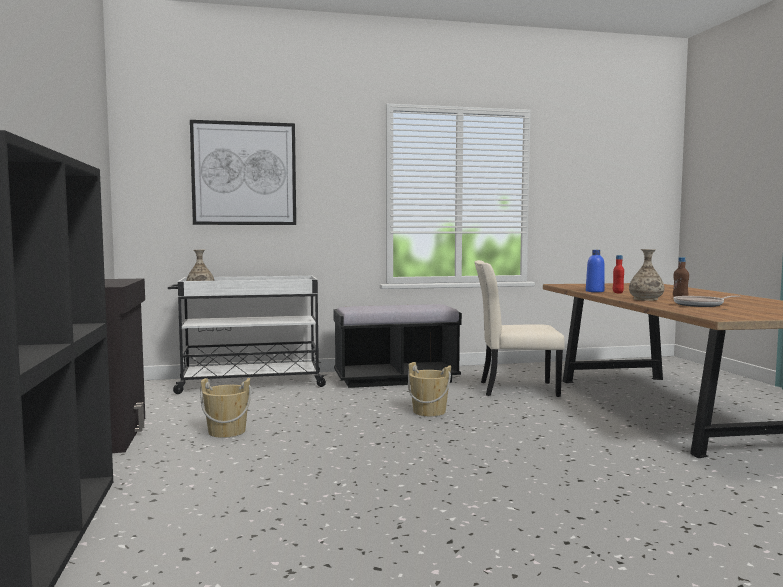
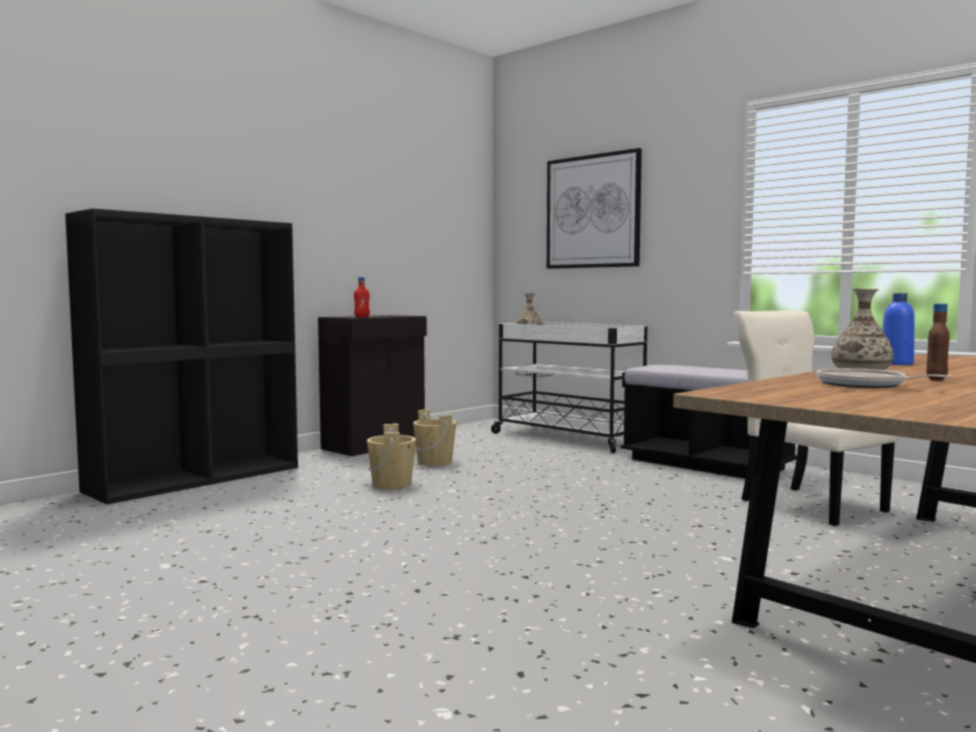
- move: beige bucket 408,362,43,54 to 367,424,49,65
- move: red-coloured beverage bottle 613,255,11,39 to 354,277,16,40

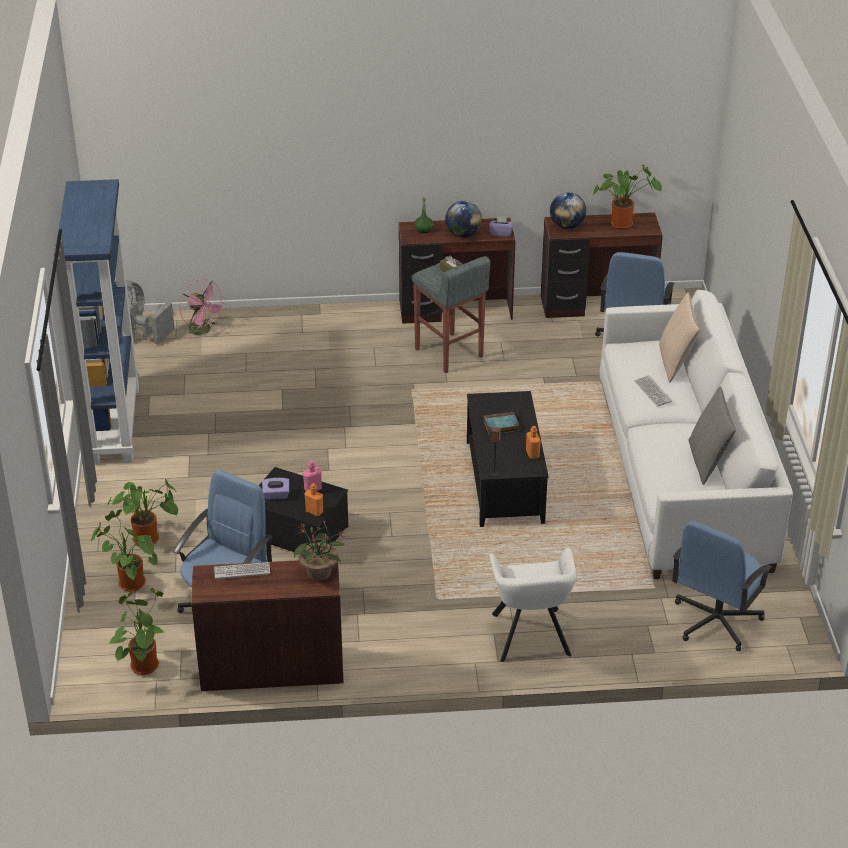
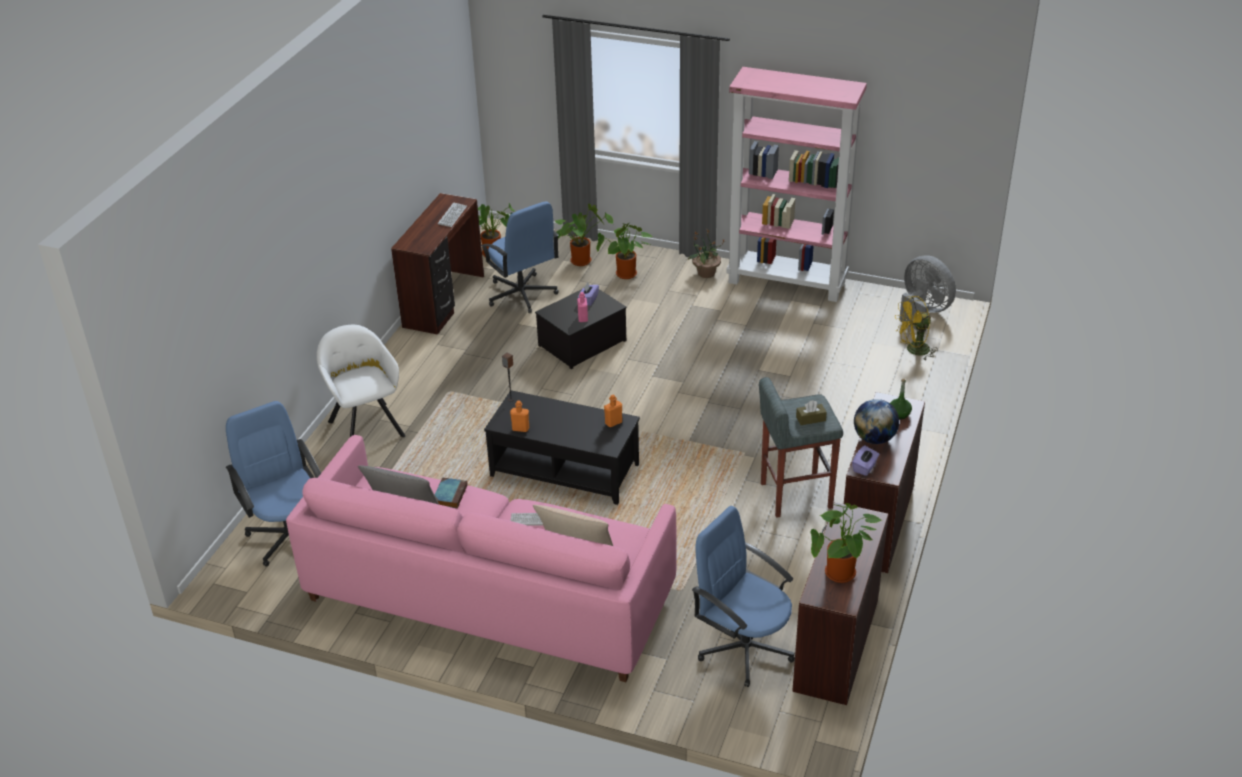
- recolor: bluish bookshelf 55,179,85,286 to pink-coloured bookshelf 726,67,141,235
- recolor: pink-coloured fan 180,279,46,61 to yellow fan 895,296,43,64
- move: plant in a pot 294,521,51,60 to 687,229,38,49
- move: orangey beverage bottle 305,483,18,33 to 604,395,18,32
- move: volume 483,412,36,23 to 435,478,32,30
- rotate: white-coloured easy chair 490,548,87,114 = 317,325,89,112 45 degrees clockwise
- delete: globe 550,192,36,37
- recolor: white-coloured couch 600,290,193,289 to pink-coloured couch 286,435,390,247

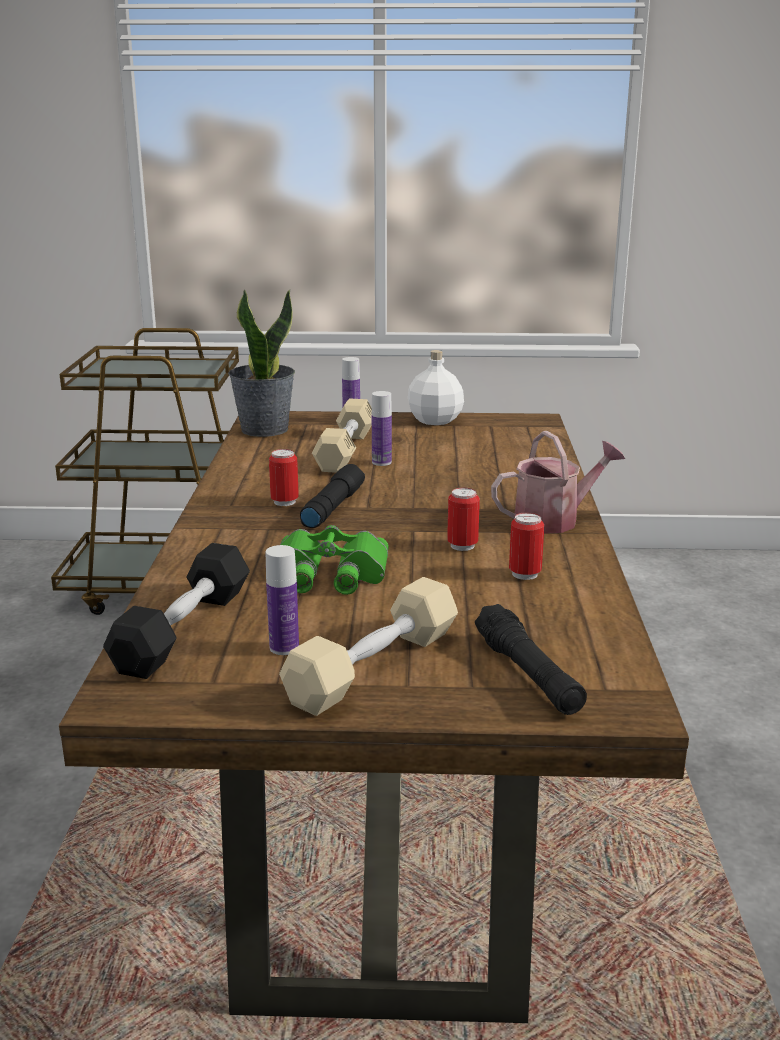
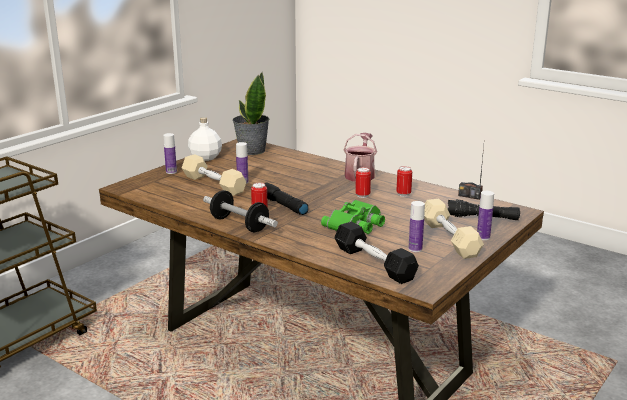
- move: plant in a pot 228,289,67,148 to 232,72,38,83
- insert: dumbbell 203,190,75,43
- insert: radio set 458,147,26,53
- insert: beverage bottle 477,191,17,49

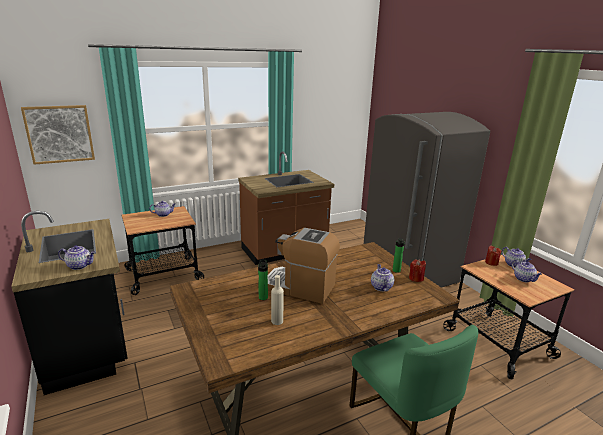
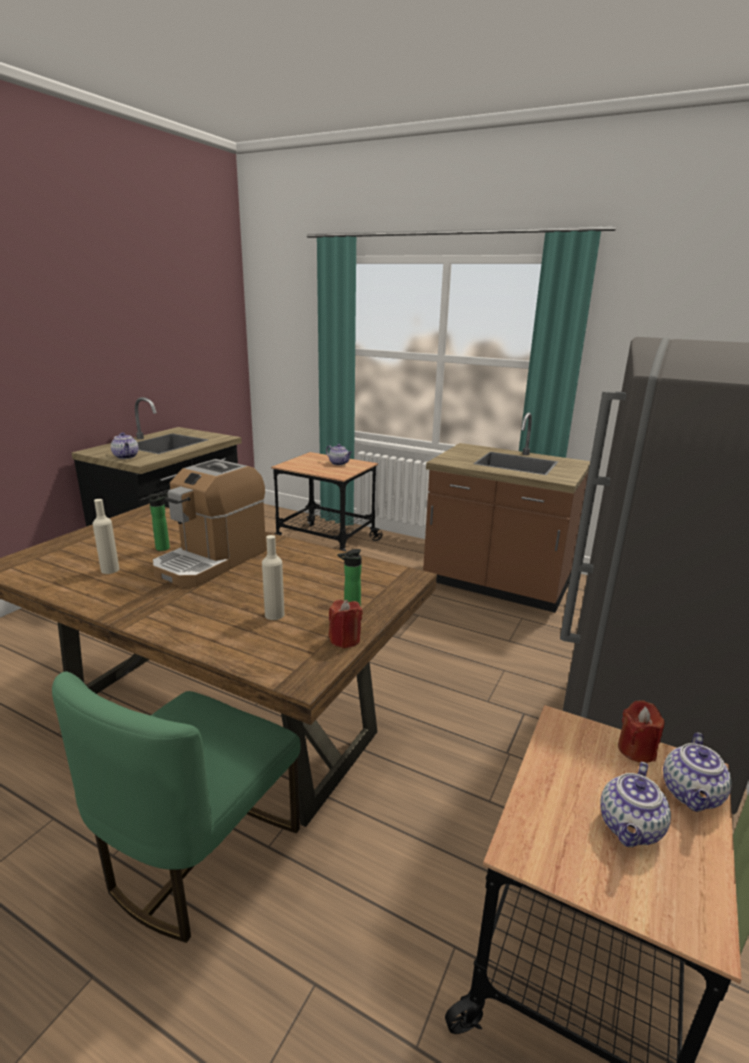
- delete: wall picture 21,105,74,60
- rotate: coffee maker 267,228,73,76 = 152,459,114,128 135 degrees counterclockwise
- replace: tea pot 371,264,23,27 to beige beverage bottle 262,535,23,85

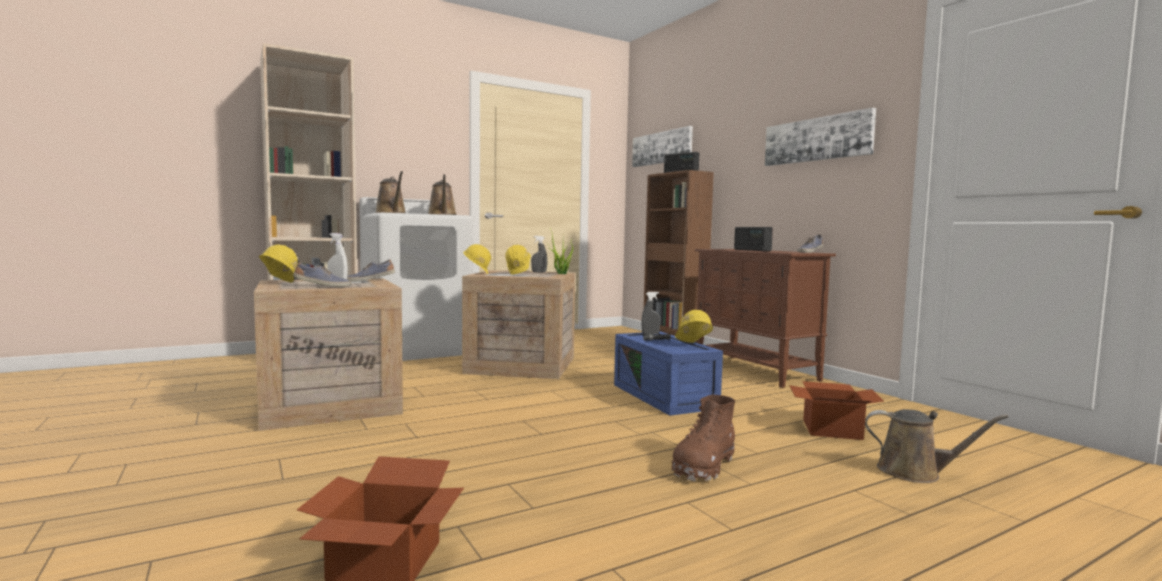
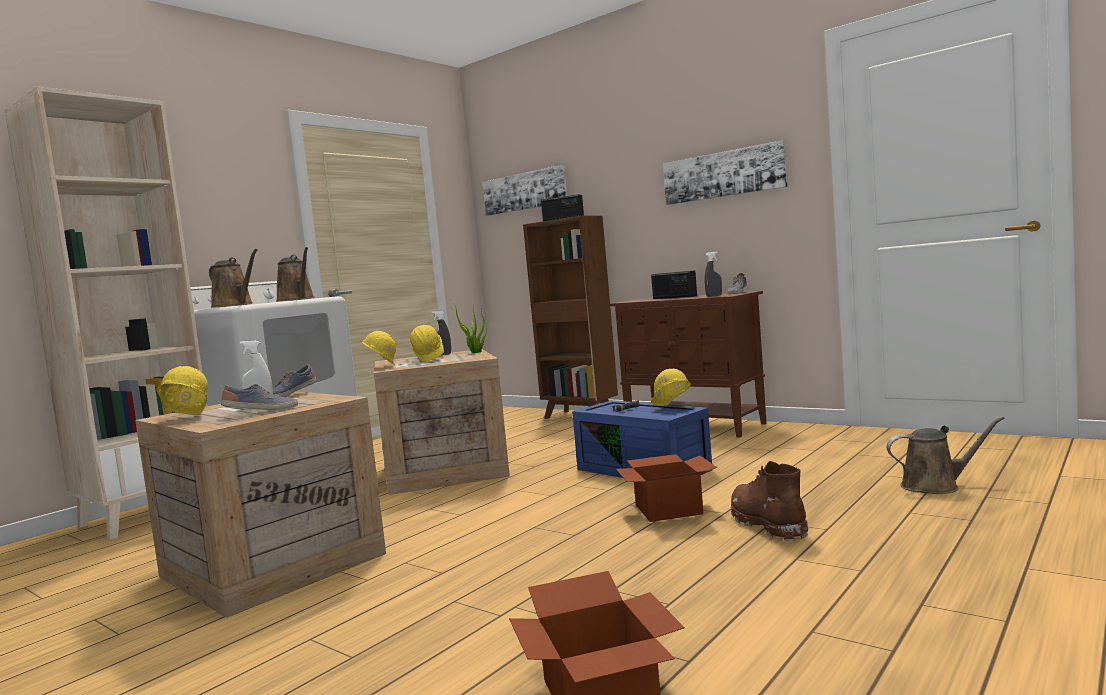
- move: greyish hand sprayer 642,292,19,42 to 704,252,18,45
- rotate: brownish tall boot 671,395,64,86 = 731,461,77,80 150 degrees clockwise
- move: cardboard box 789,381,95,59 to 616,454,101,68

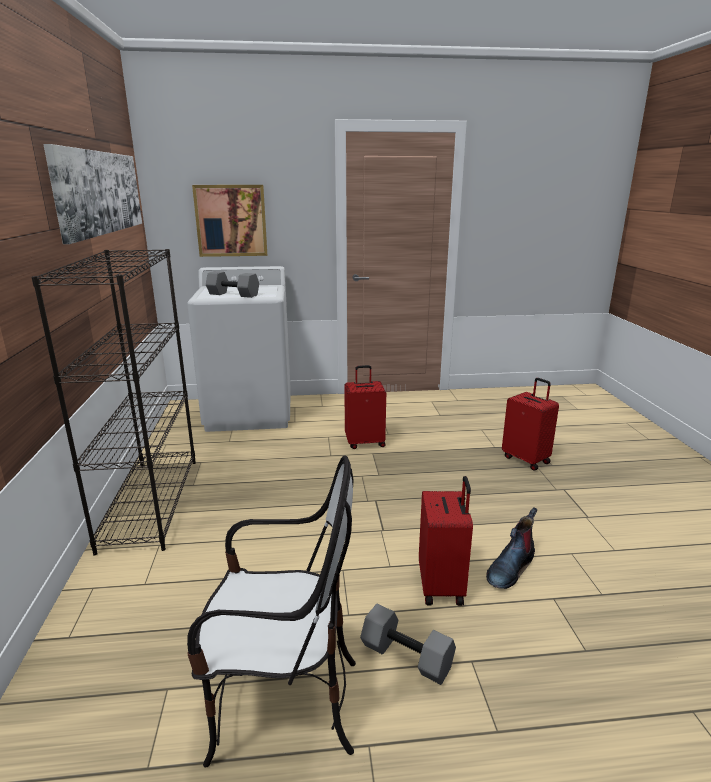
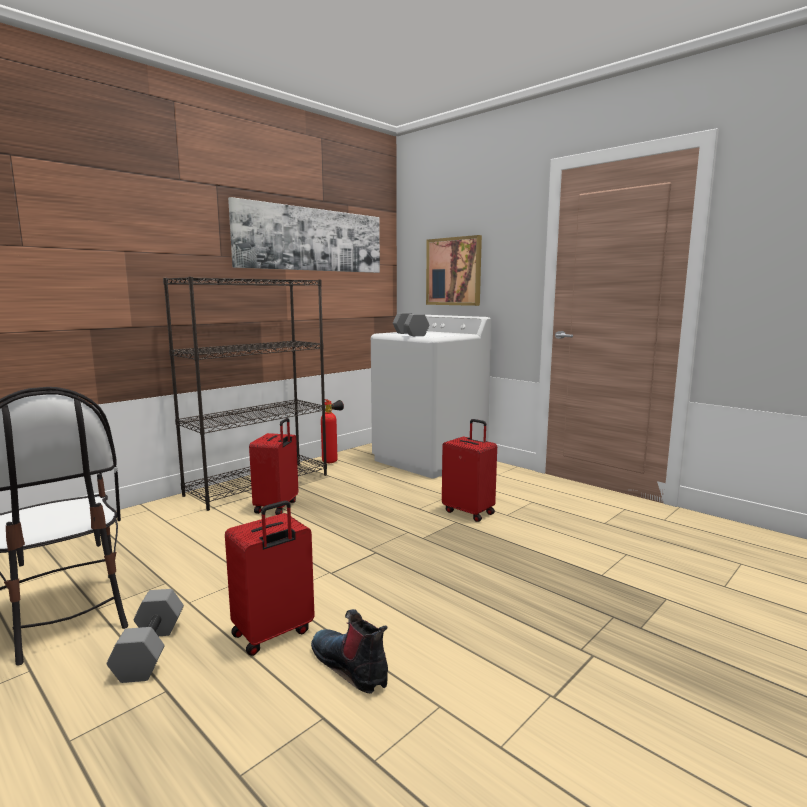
- rotate: tall boot 486,507,52,82 = 311,609,77,85 45 degrees clockwise
- move: red-coloured suitcase 502,378,57,93 to 249,418,49,97
- insert: fire-fighting cylinder 321,399,23,64

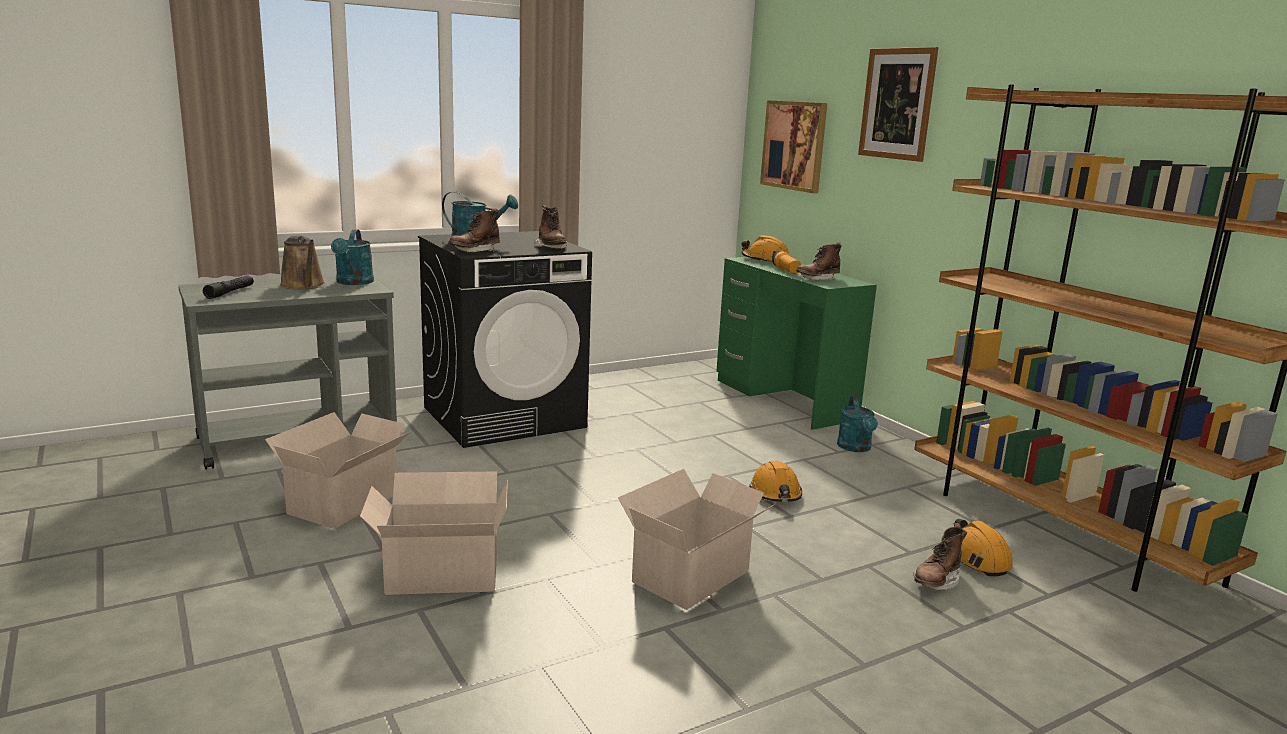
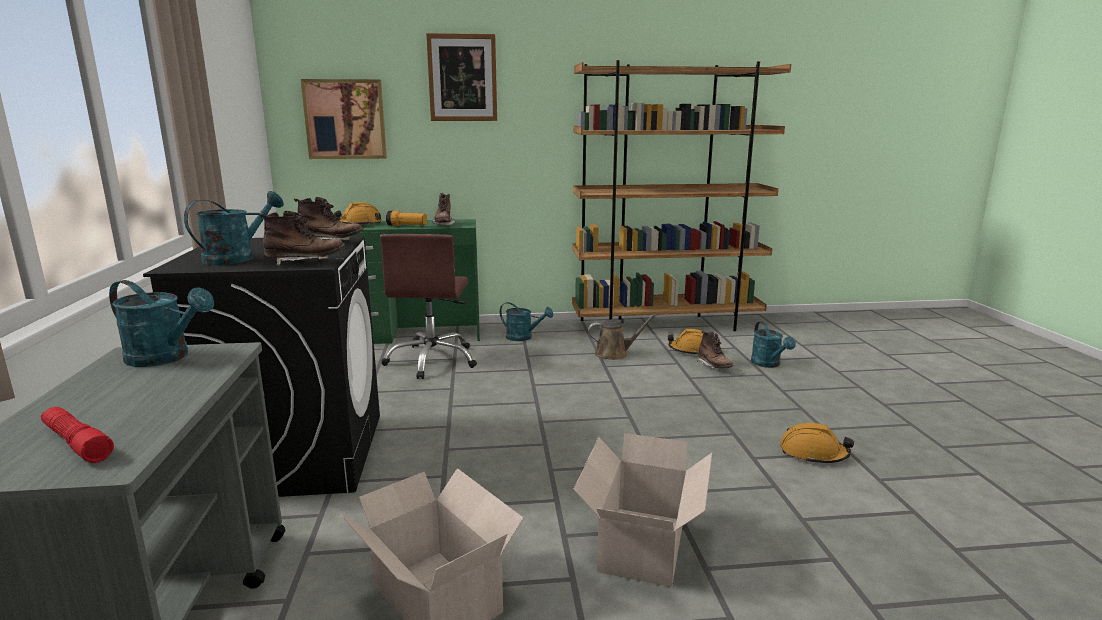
- recolor: black-coloured hand torch 203,275,51,24 to red-coloured hand torch 41,407,73,56
- move: brownish watering pot 280,235,45,54 to 588,314,69,46
- rotate: brownish tall boot 449,208,51,44 = 259,211,86,55 75 degrees counterclockwise
- delete: cardboard box 618,469,157,141
- move: orangey safety helmet 749,461,53,41 to 780,423,74,41
- insert: brownish computer chair 380,234,97,145
- insert: blue-green watering pot 751,321,45,47

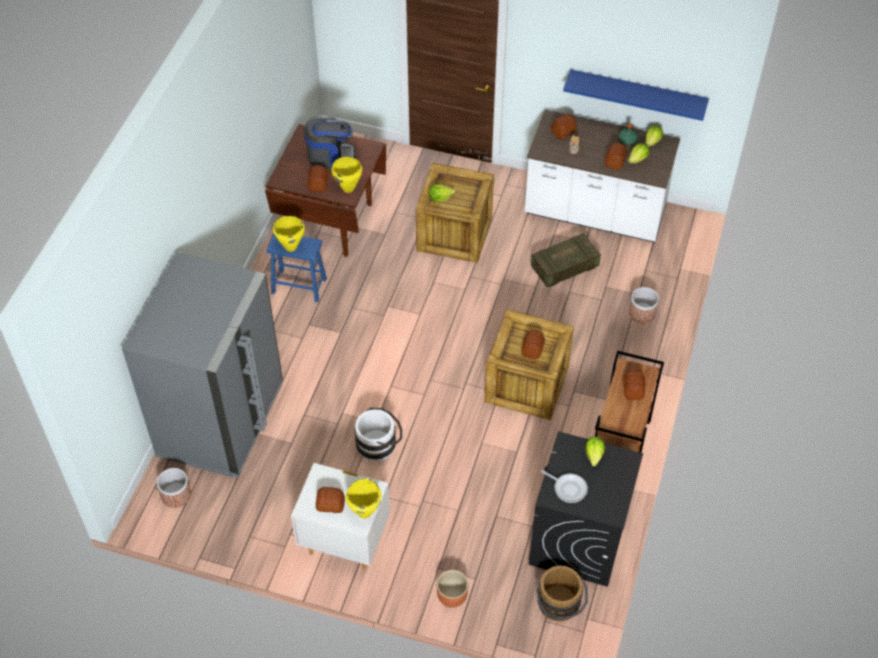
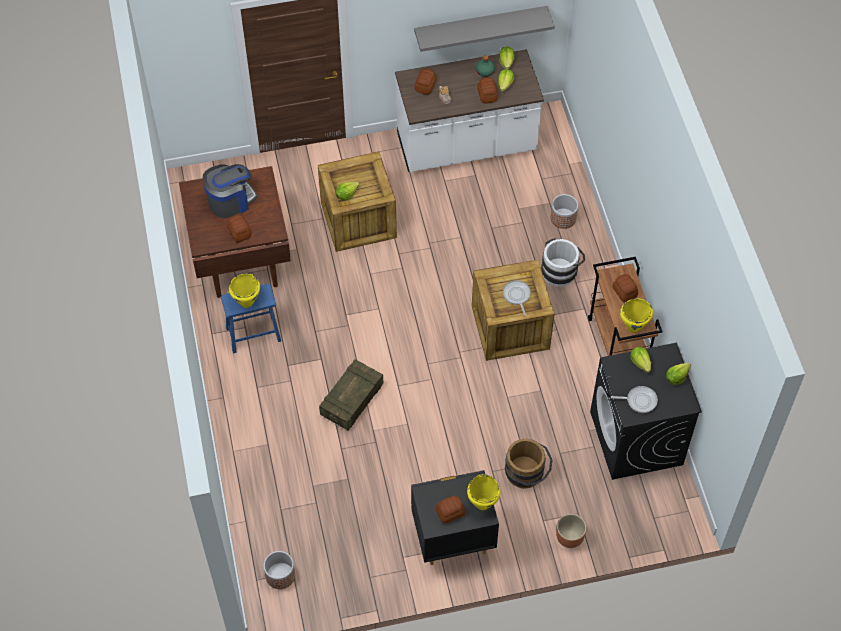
- delete: greyish refrigerator 122,252,161,226
- recolor: white-coloured bedside table 291,463,99,107 to black-coloured bedside table 411,470,88,95
- move: yellow stockpot 331,157,32,36 to 620,298,33,35
- move: white-coloured bucket 355,408,47,54 to 541,238,44,49
- replace: bread 521,330,24,29 to pan 503,280,28,36
- move: packing crate 531,233,70,54 to 319,359,64,71
- move: brownish bucket 536,566,52,56 to 505,438,48,51
- recolor: bluish wall shelf 563,69,146,52 to greyish wall shelf 414,6,141,46
- insert: head of lettuce 666,363,25,22

